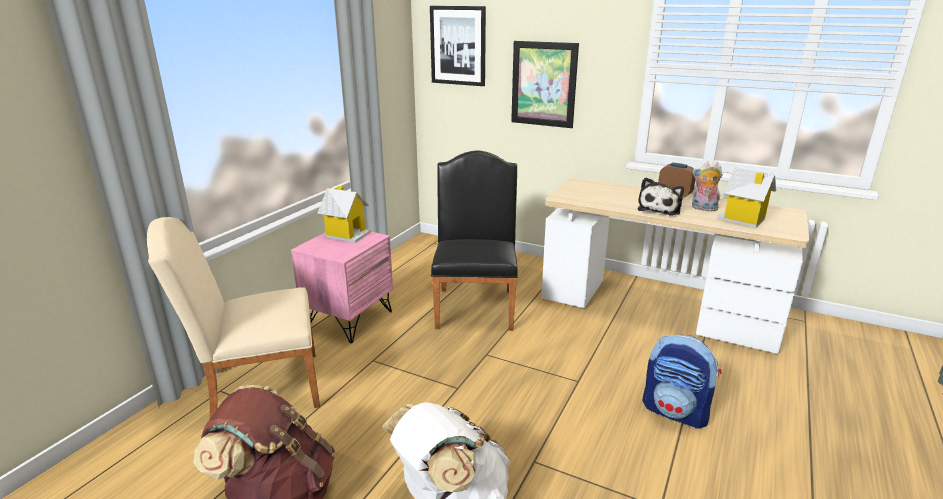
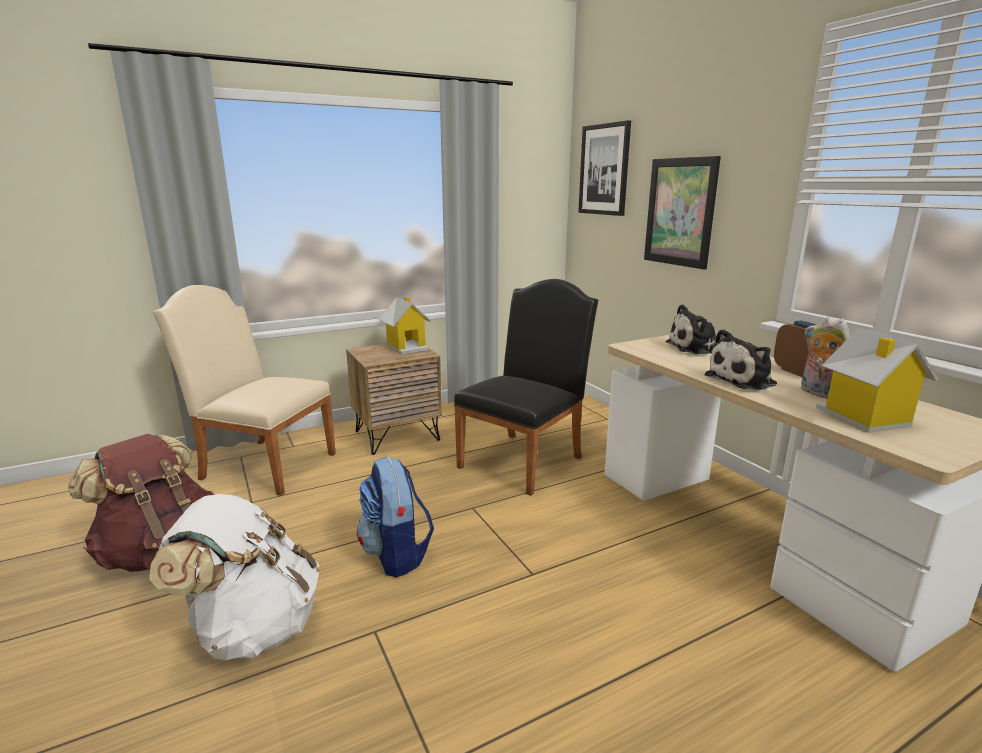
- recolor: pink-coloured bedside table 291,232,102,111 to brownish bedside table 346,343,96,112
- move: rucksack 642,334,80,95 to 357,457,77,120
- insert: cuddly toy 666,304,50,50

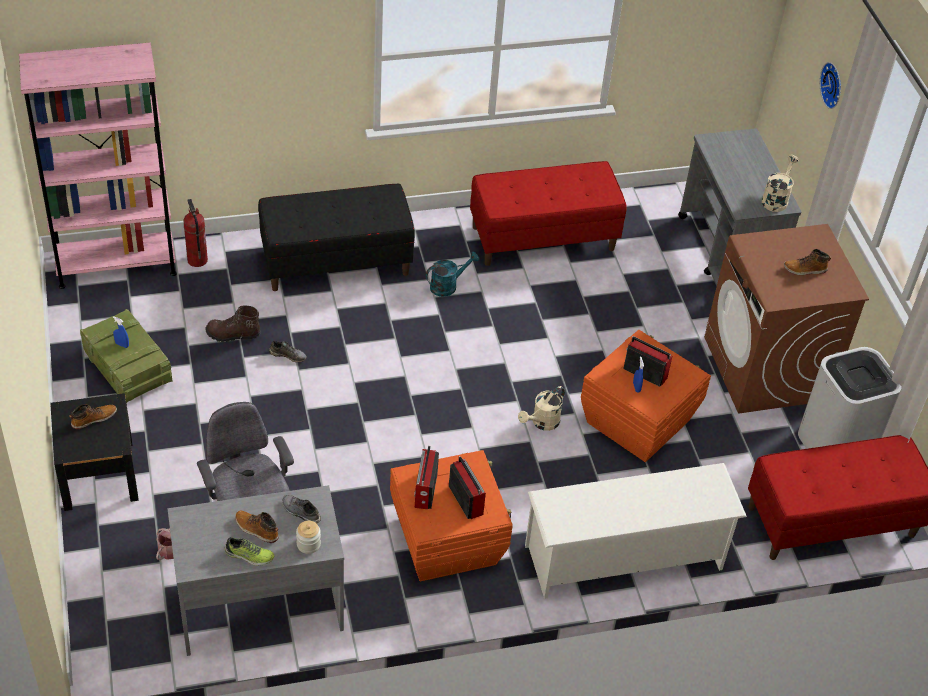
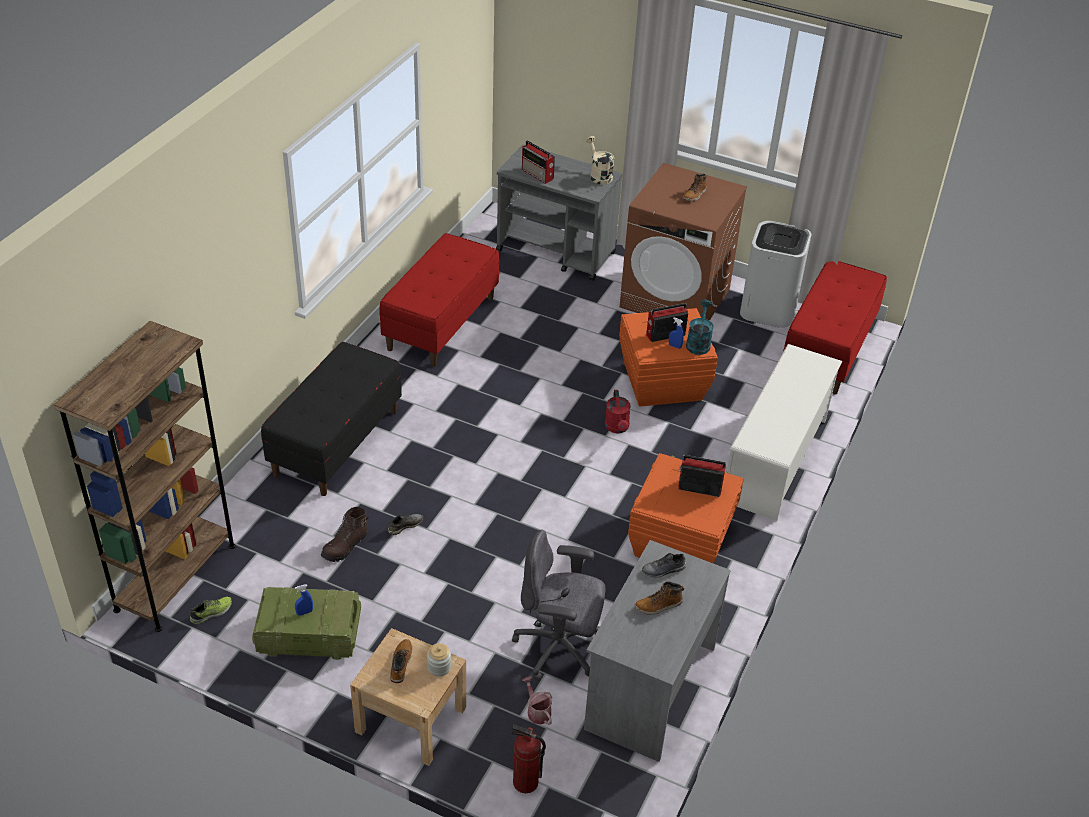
- recolor: pink-coloured bookshelf 19,43,158,246 to brownish bookshelf 53,321,183,311
- recolor: black-coloured bedside table 50,393,89,118 to beige bedside table 350,628,116,138
- move: fire-fighting cylinder 183,199,25,68 to 511,724,35,69
- move: shoe 225,537,50,29 to 190,597,42,27
- move: storage jar 296,521,25,33 to 427,643,24,33
- move: radio set 414,446,25,64 to 522,140,33,44
- move: blue-green watering pot 426,251,54,46 to 686,300,28,55
- recolor: beige watering pot 518,386,47,45 to red-coloured watering pot 605,390,26,44
- delete: wall clock 820,62,21,47

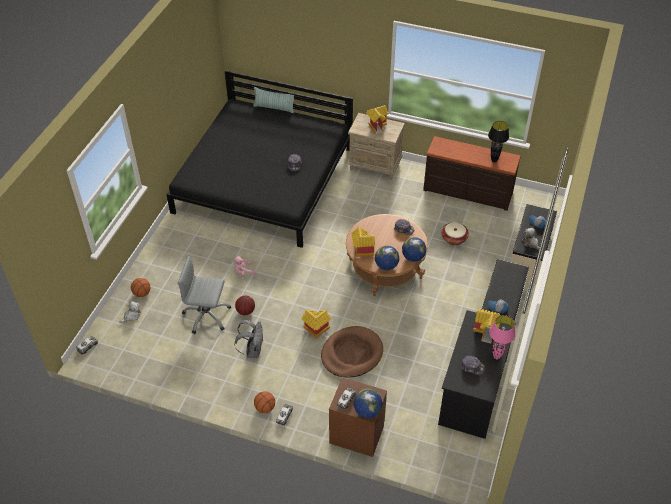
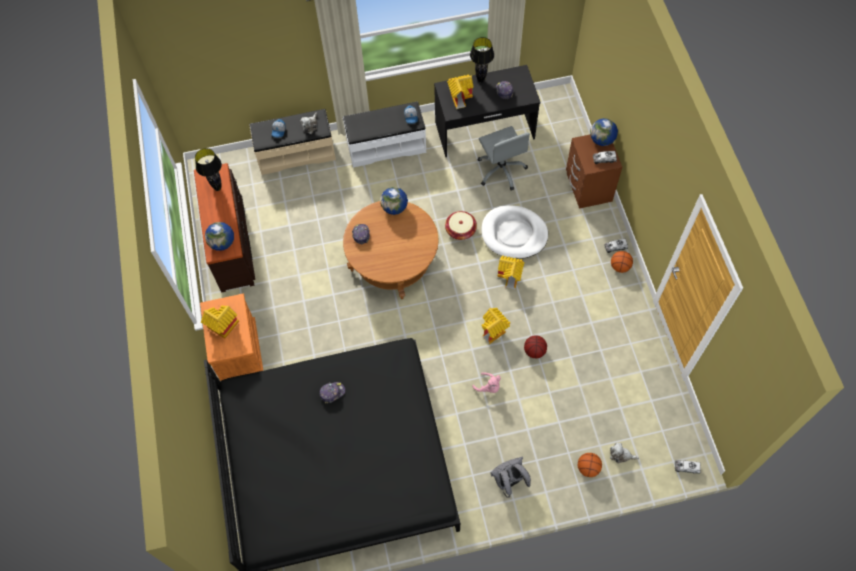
- move: greyish computer chair 178,256,53,78 to 478,126,52,65
- move: greyish rucksack 234,320,29,38 to 491,456,40,42
- delete: cushion 253,87,42,26
- recolor: brownish pet bed 321,326,62,51 to white-coloured pet bed 481,205,67,54
- recolor: beige bedside table 348,113,57,67 to orangey bedside table 200,293,63,89
- move: miniature house 351,227,24,30 to 482,308,28,36
- move: globe 375,246,24,24 to 205,222,29,29
- move: basket 441,222,28,23 to 445,211,32,29
- recolor: pink-coloured tabletop lamp 489,315,27,45 to black-coloured tabletop lamp 470,37,24,46

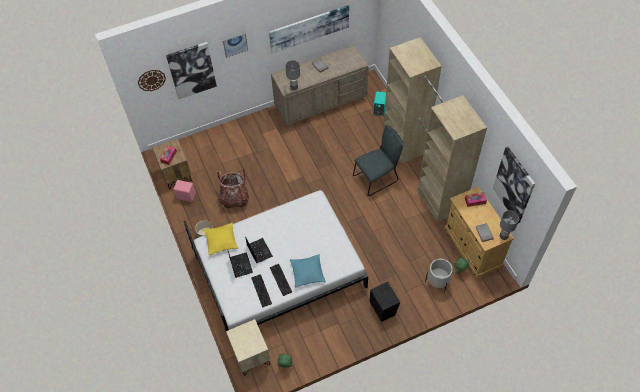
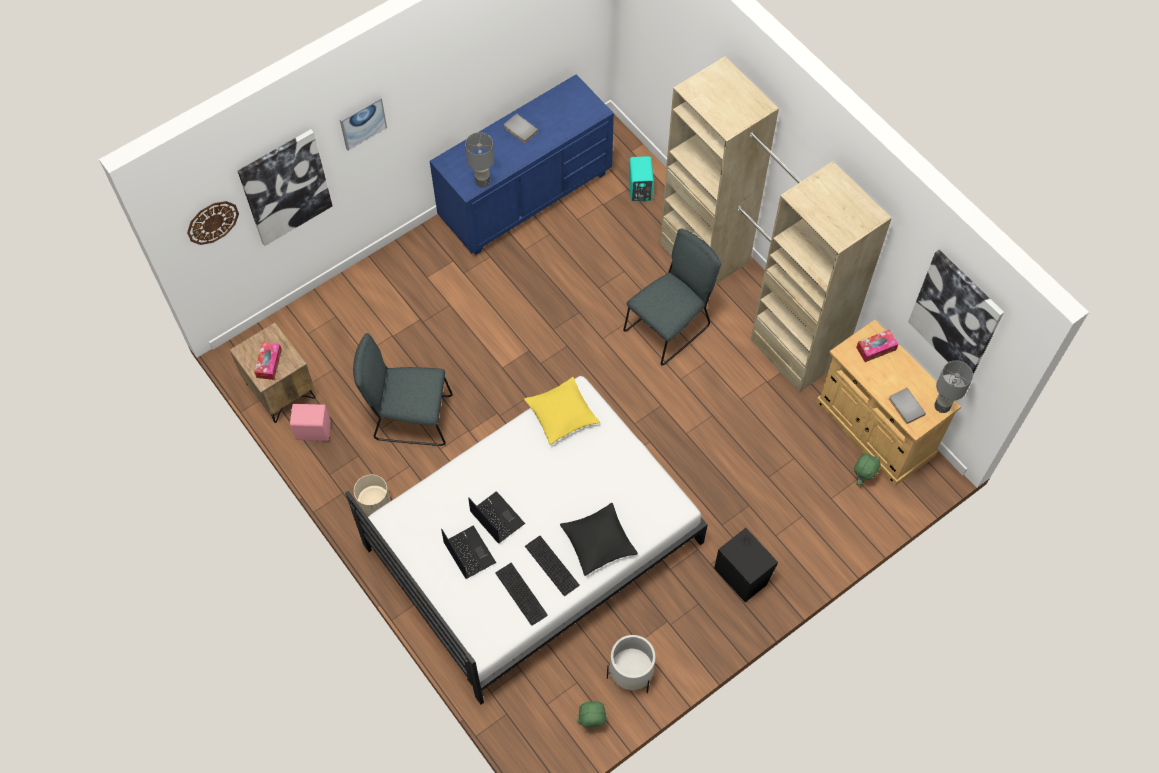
- move: yellow cushion 204,223,34,32 to 524,377,76,68
- replace: rucksack 217,168,32,40 to greyish plain chair 353,333,100,113
- delete: beige bedside table 226,319,44,57
- delete: wall picture 269,5,80,49
- recolor: beige chest of drawers 271,45,98,82 to bluish chest of drawers 429,74,185,181
- recolor: blue-green cushion 290,254,36,34 to black-coloured cushion 560,503,78,73
- move: white-coloured planter 425,259,28,33 to 607,635,48,58

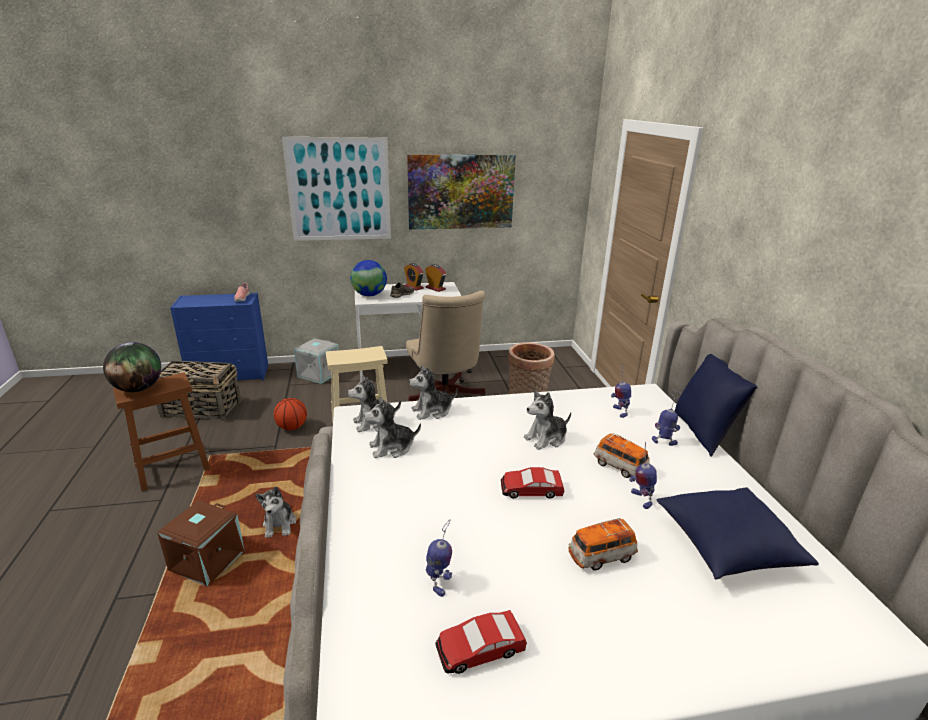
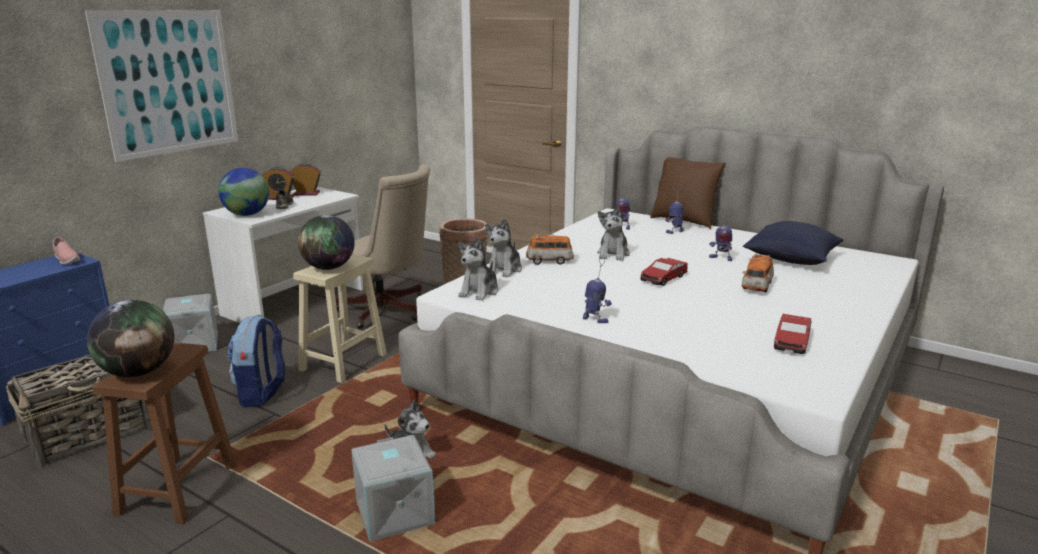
- recolor: brownish storage box 157,500,88,86 to greyish storage box 351,435,84,107
- replace: basketball ball 274,398,33,32 to rucksack 227,315,58,93
- delete: cuddly toy 364,396,57,62
- delete: wall picture 407,154,109,75
- move: model robot 426,519,26,78 to 583,256,29,67
- move: toy car 594,433,57,45 to 526,234,48,31
- recolor: bluish cushion 674,354,83,103 to brownish cushion 650,157,76,72
- insert: globe 298,215,57,55

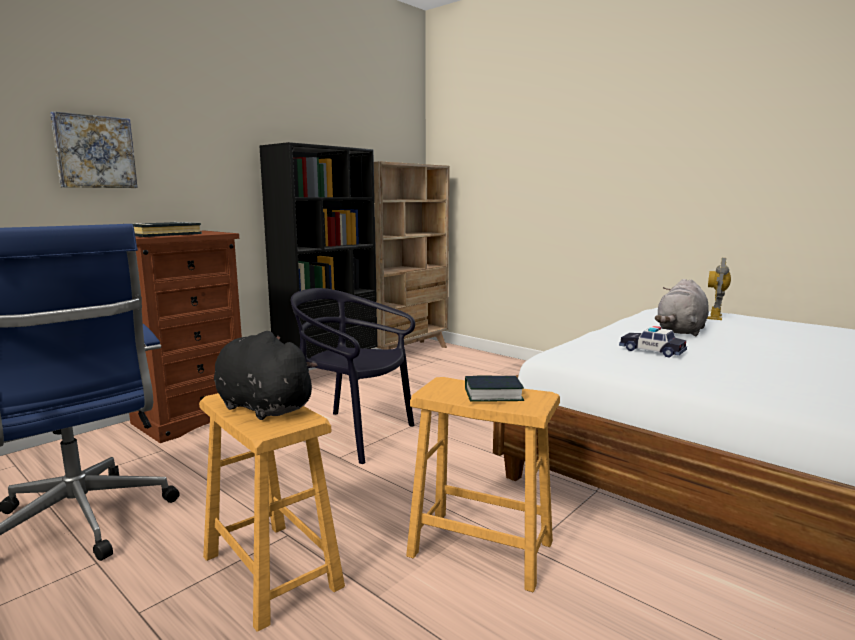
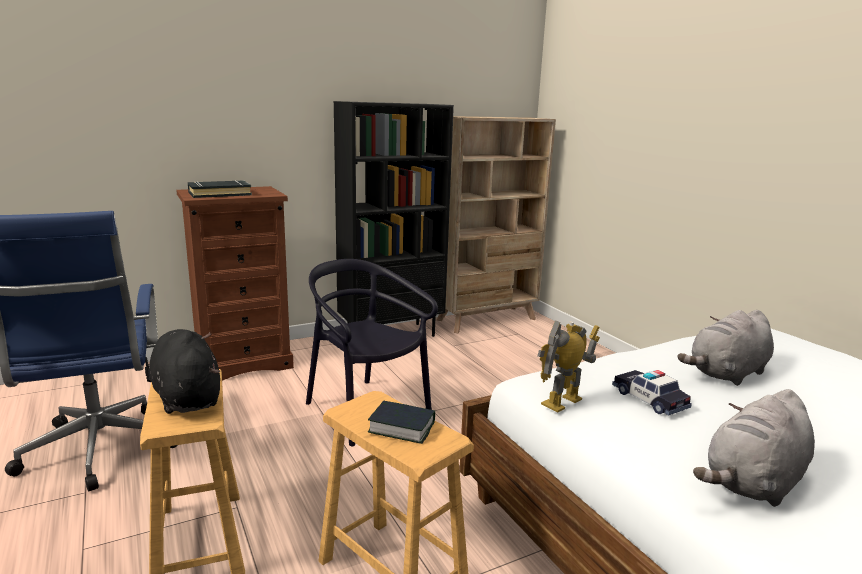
- delete: wall picture 50,111,88,77
- move: model robot 707,258,24,62 to 538,320,62,93
- insert: greyish cuddly toy 693,389,122,118

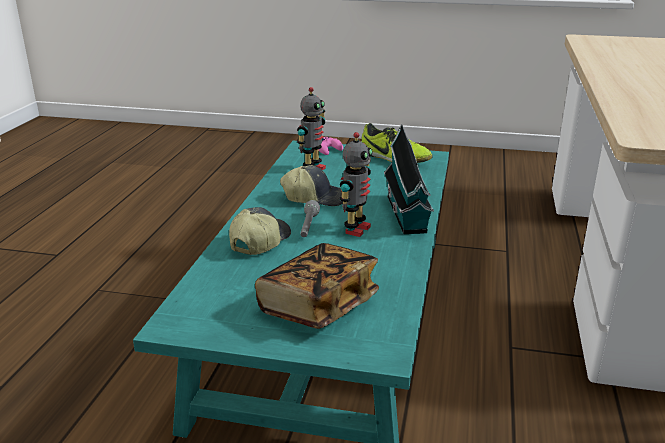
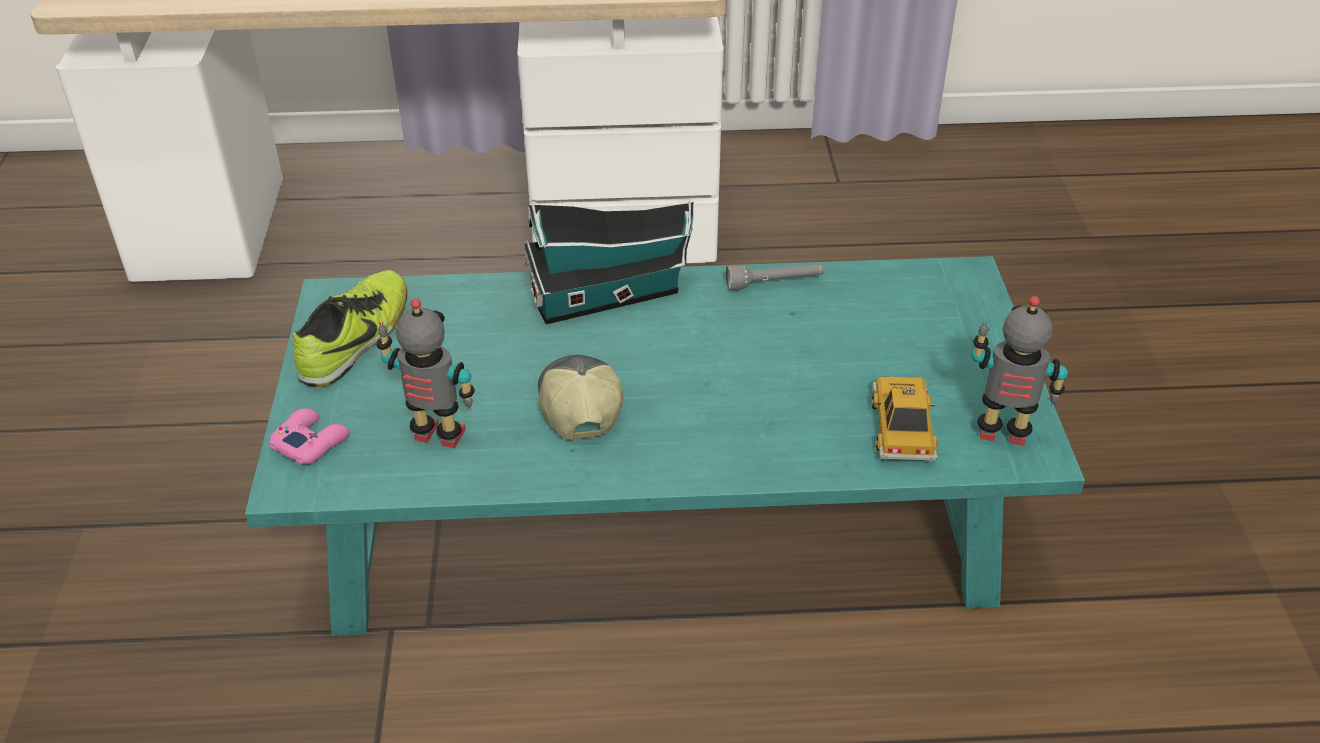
- delete: baseball cap 229,207,62,48
- delete: volume 255,243,124,86
- move: greyish hand torch 300,200,20,37 to 726,264,99,26
- move: model robot 340,132,32,105 to 972,296,96,150
- insert: toy car 871,376,67,85

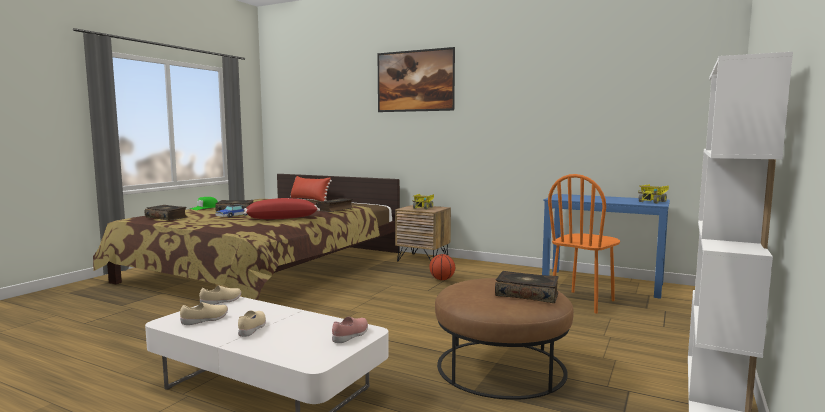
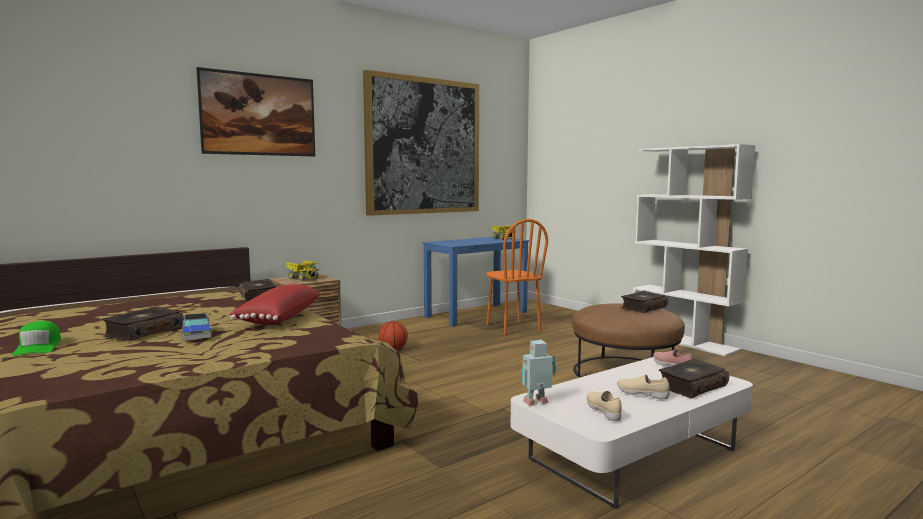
- move: volume 144,205,44,16 to 659,359,70,39
- replace: beige shoe 199,285,42,20 to model robot 521,340,35,66
- delete: red-coloured cushion 290,176,42,25
- insert: wall picture 363,70,116,146

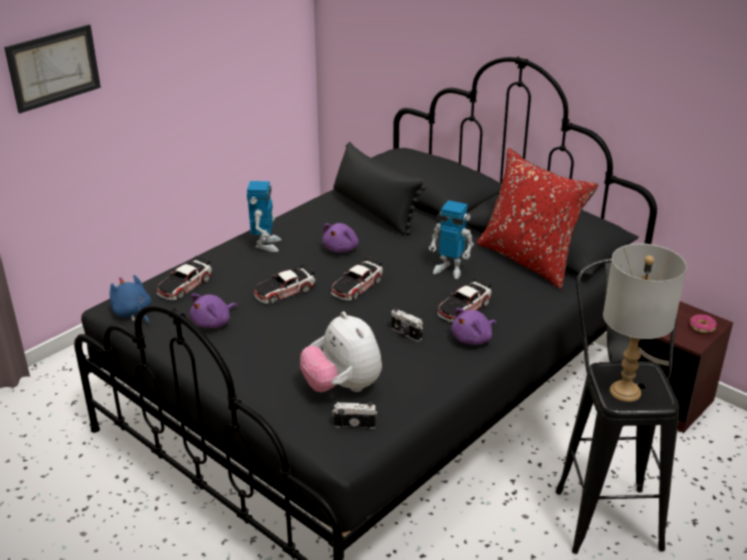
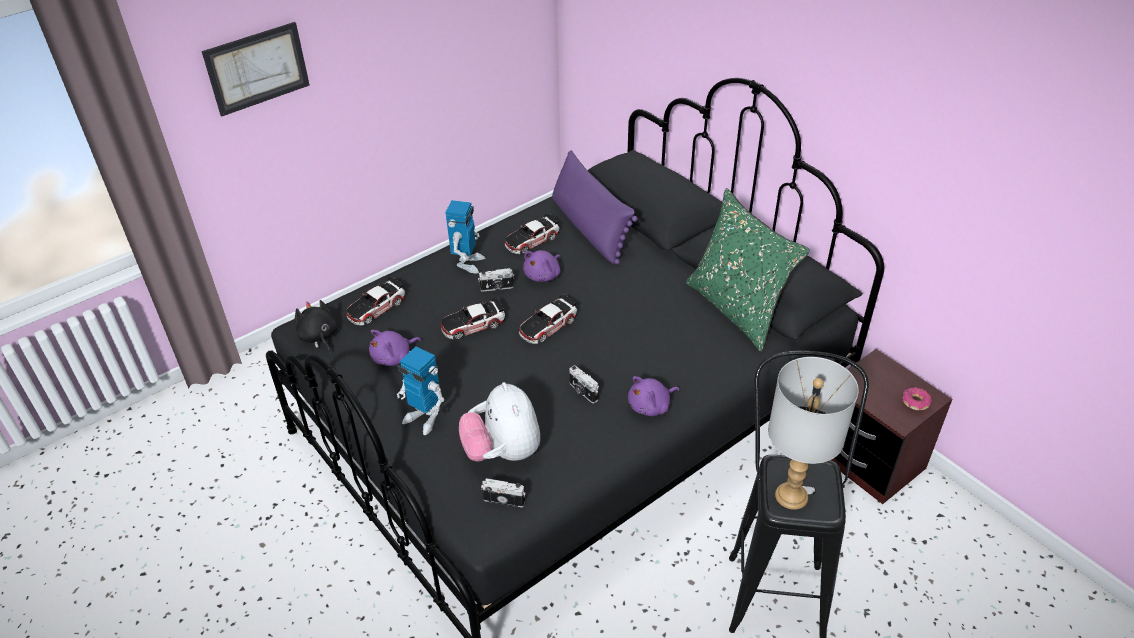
- recolor: bluish cuddly toy 110,275,42,49 to black-coloured cuddly toy 295,300,42,54
- recolor: black-coloured cushion 333,142,93,93 to purplish cushion 552,150,86,115
- move: model robot 429,200,45,79 to 397,346,47,89
- move: toy car 437,277,55,46 to 505,213,55,41
- recolor: red-coloured cushion 477,148,121,141 to green-coloured cushion 686,188,124,164
- insert: photo camera 478,268,36,24

